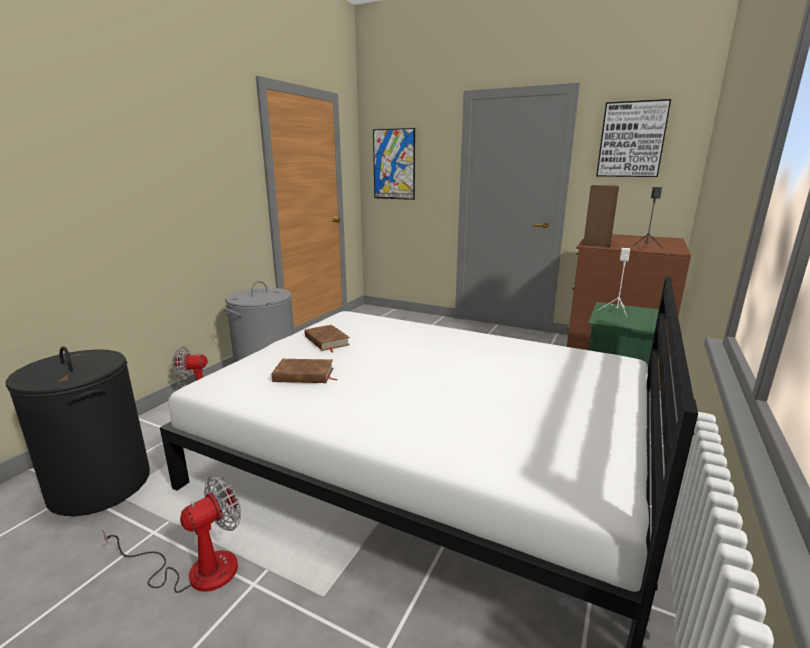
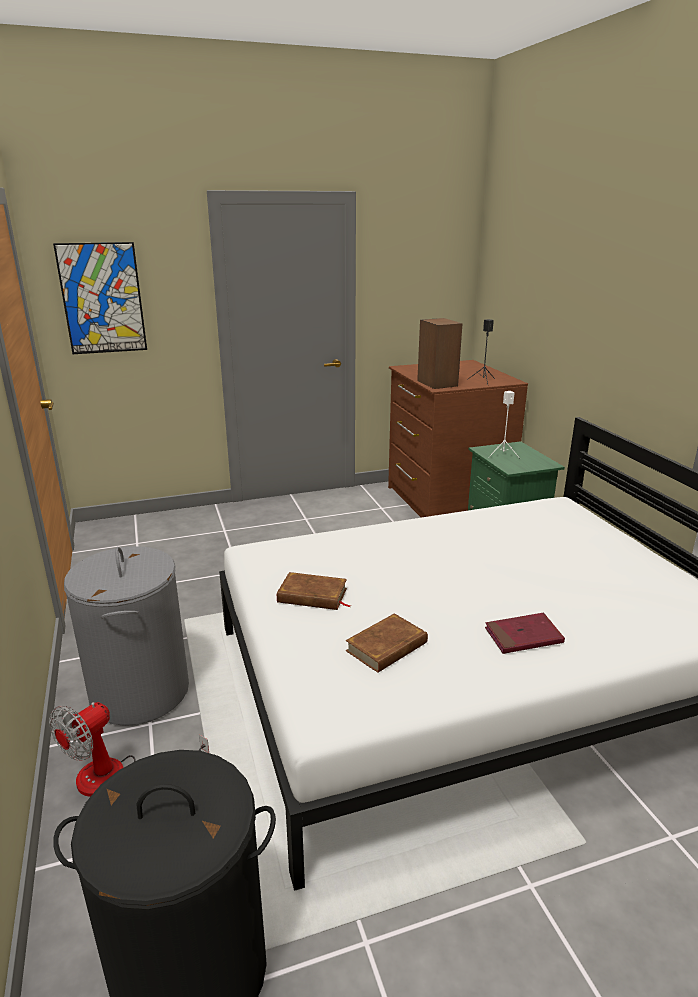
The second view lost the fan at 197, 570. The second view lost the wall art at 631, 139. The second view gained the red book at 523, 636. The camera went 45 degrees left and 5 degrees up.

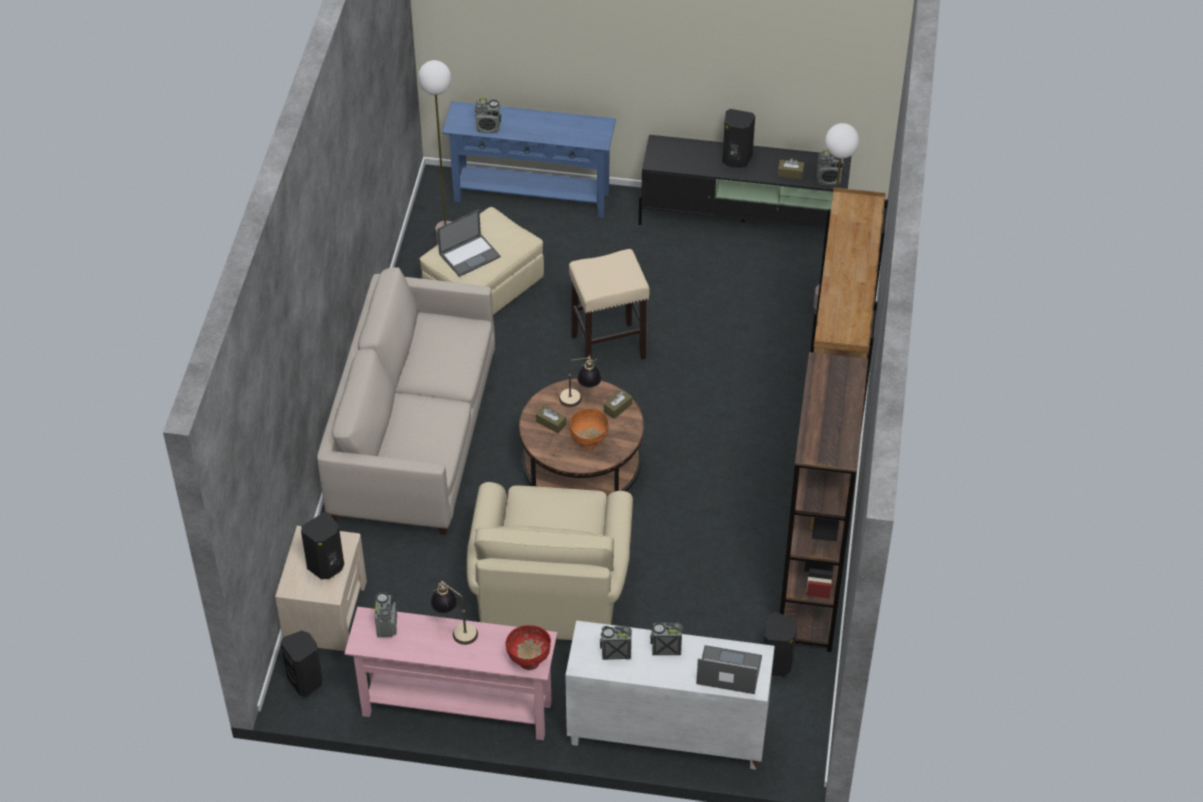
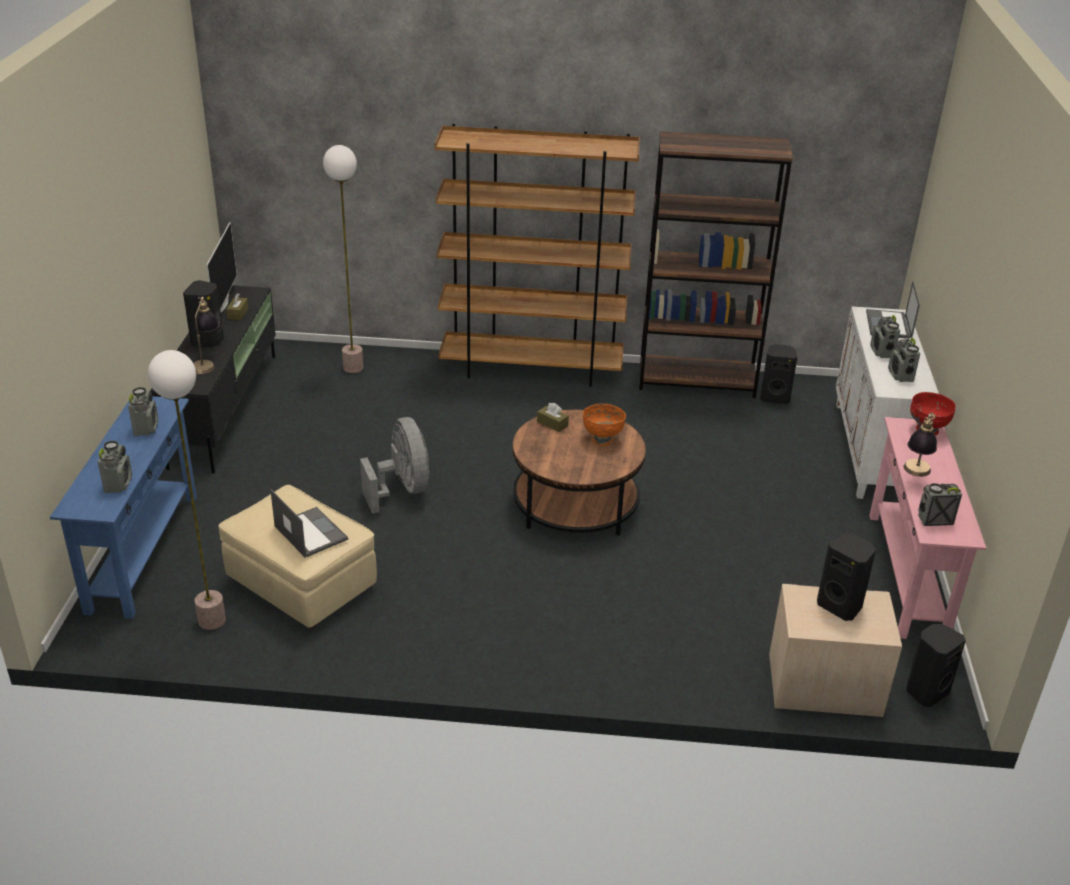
The second view lost the beige-coloured couch at 414, 435. The second view lost the beige-coloured lounge chair at 551, 589. The second view lost the brown-coloured box of tissues at 551, 423. The second view gained the television at 222, 305. The tabletop lamp ended up elsewhere, having gone from 580, 400 to 207, 362. The radio set ended up elsewhere, having gone from 829, 179 to 146, 428. Where the beige-coloured stool stood at 609, 347, the gray fan came to stand at 402, 490. The camera went 95 degrees left and 15 degrees down.

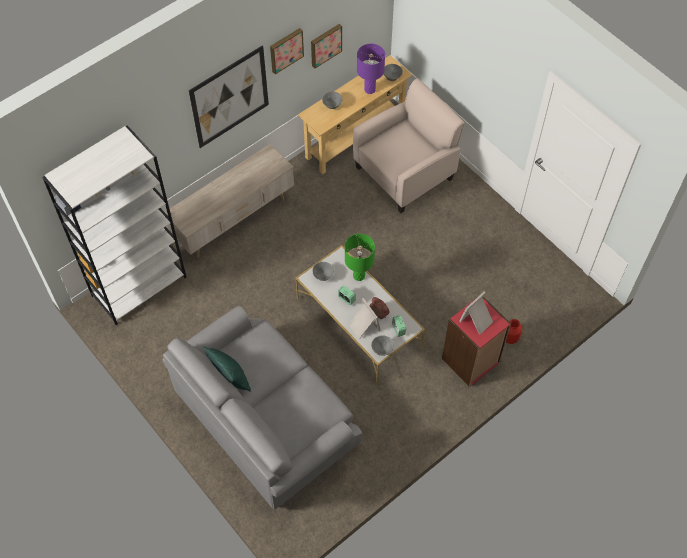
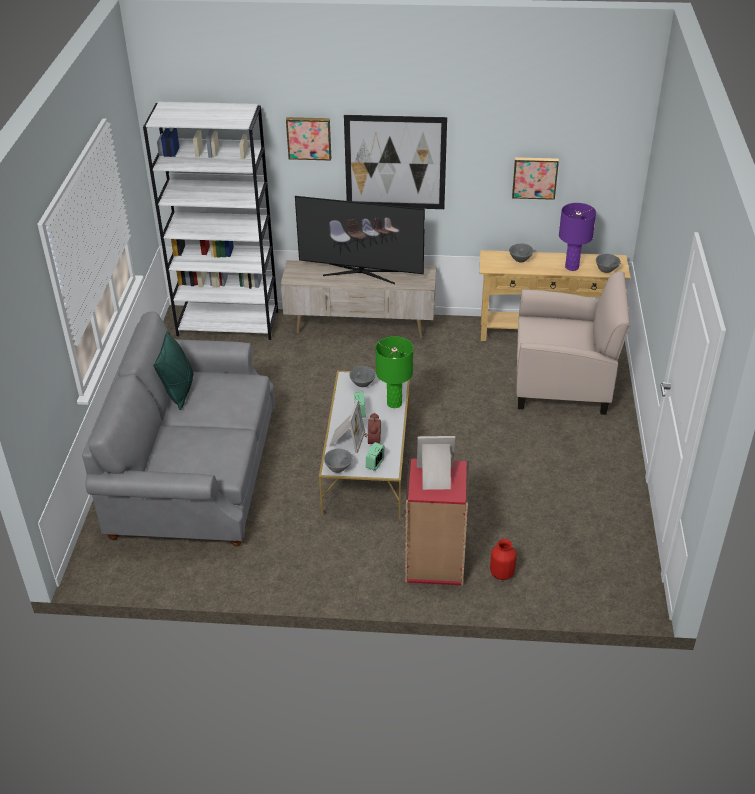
The second view gained the television at 361, 273. The wall art ended up elsewhere, having gone from 285, 50 to 309, 137. The camera went 45 degrees right and 20 degrees down.

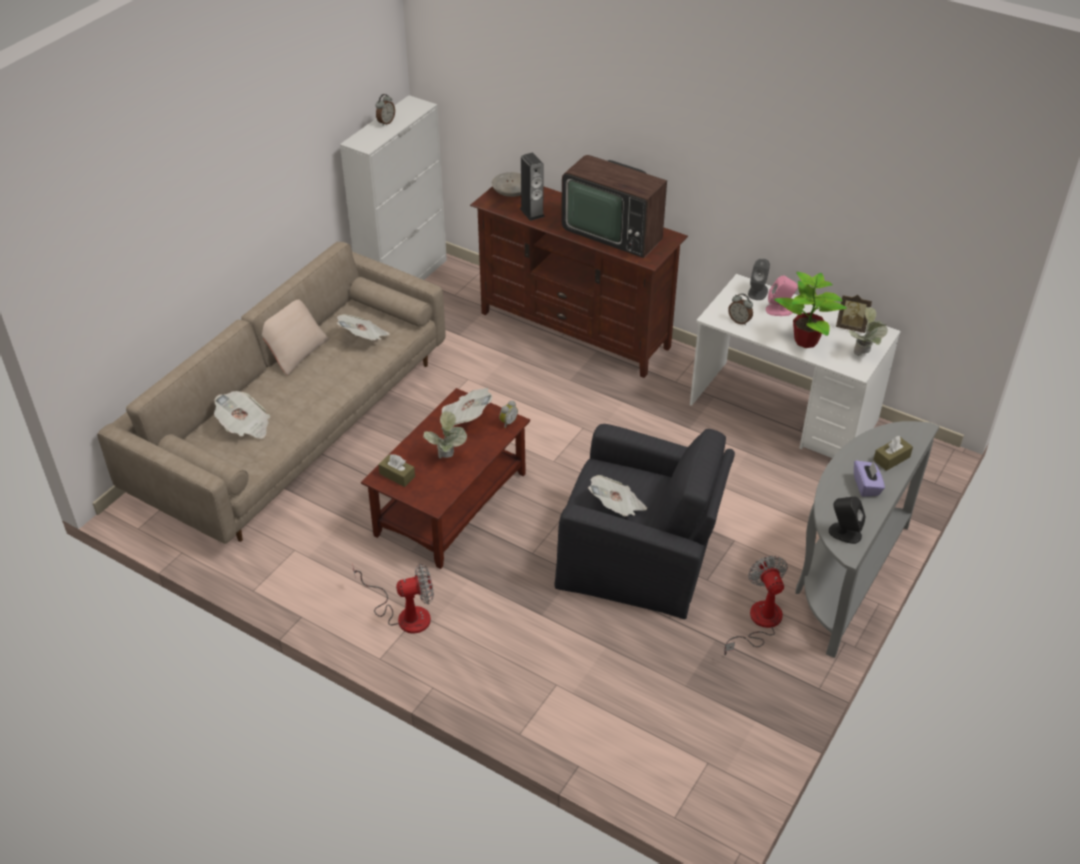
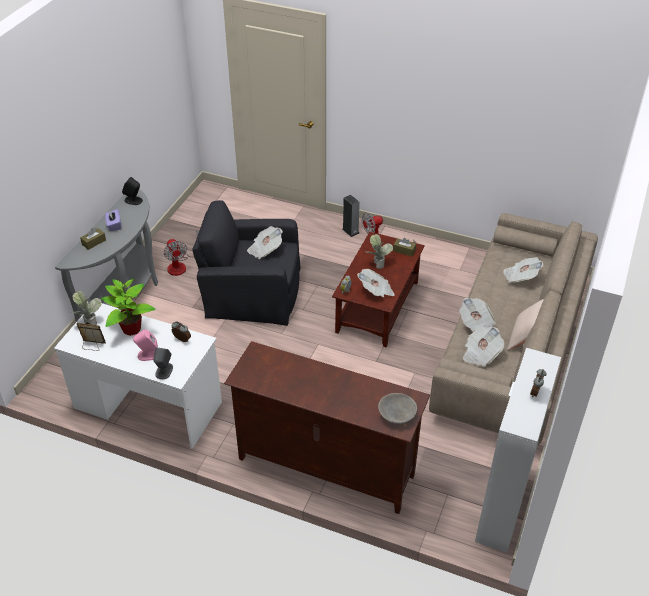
The second view lost the television at 613, 230. The second view gained the daily paper at 476, 324. The audio speaker ended up elsewhere, having gone from 532, 212 to 350, 231. The camera went 170 degrees right and 0 degrees up.

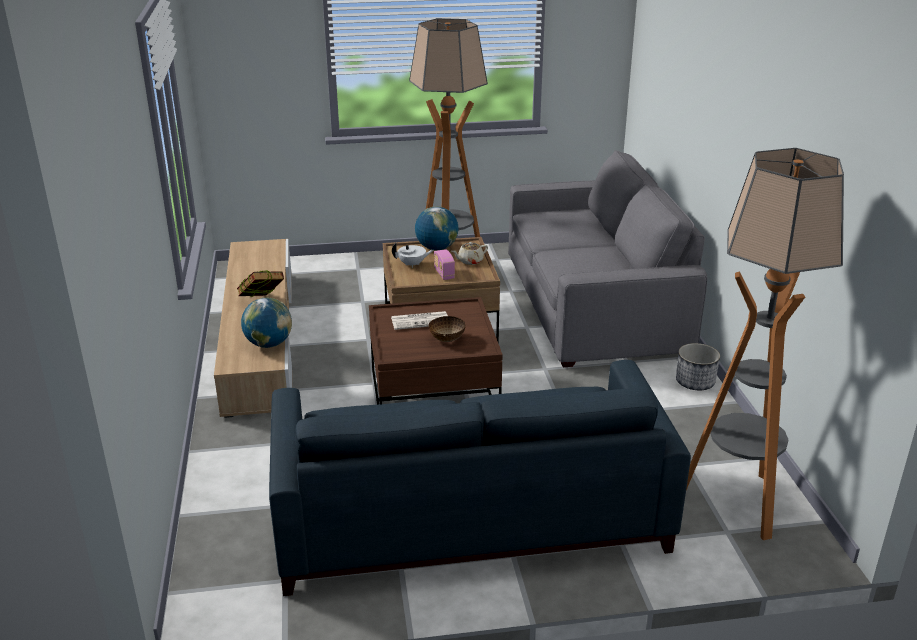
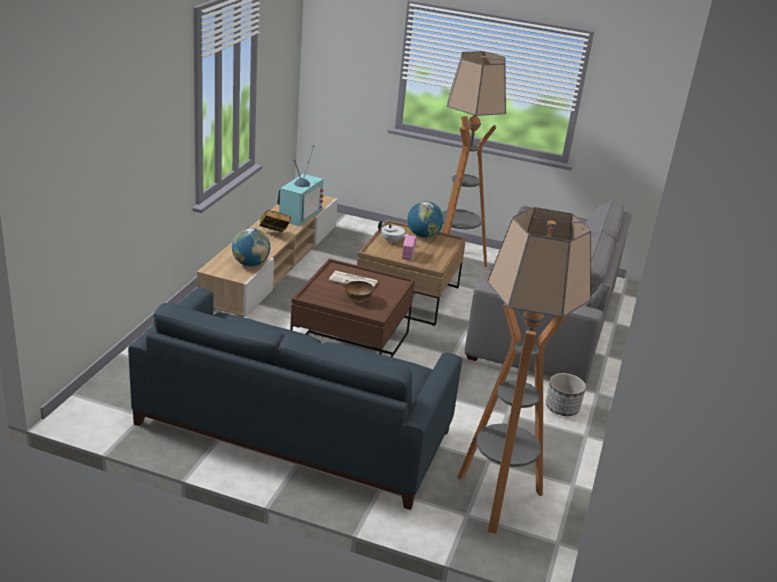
The second view lost the beige-coloured pot for tea at 470, 261. The second view gained the television at 298, 214. The camera went 25 degrees right and 0 degrees up.

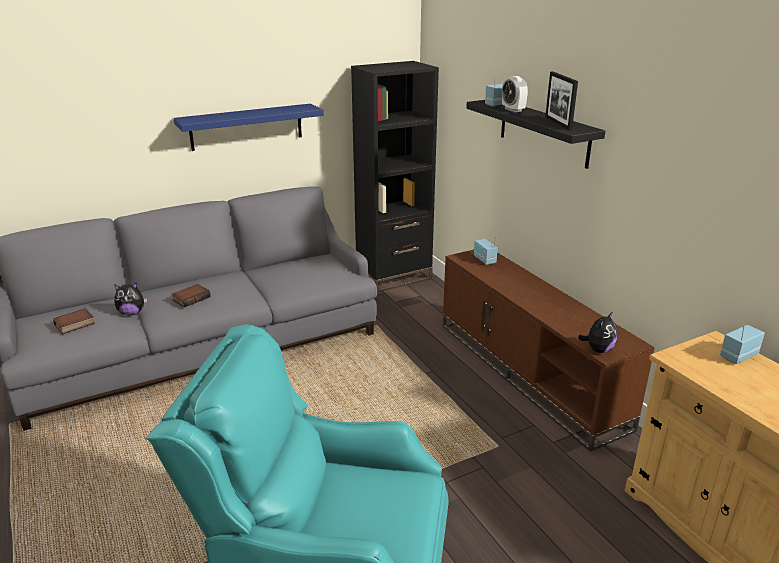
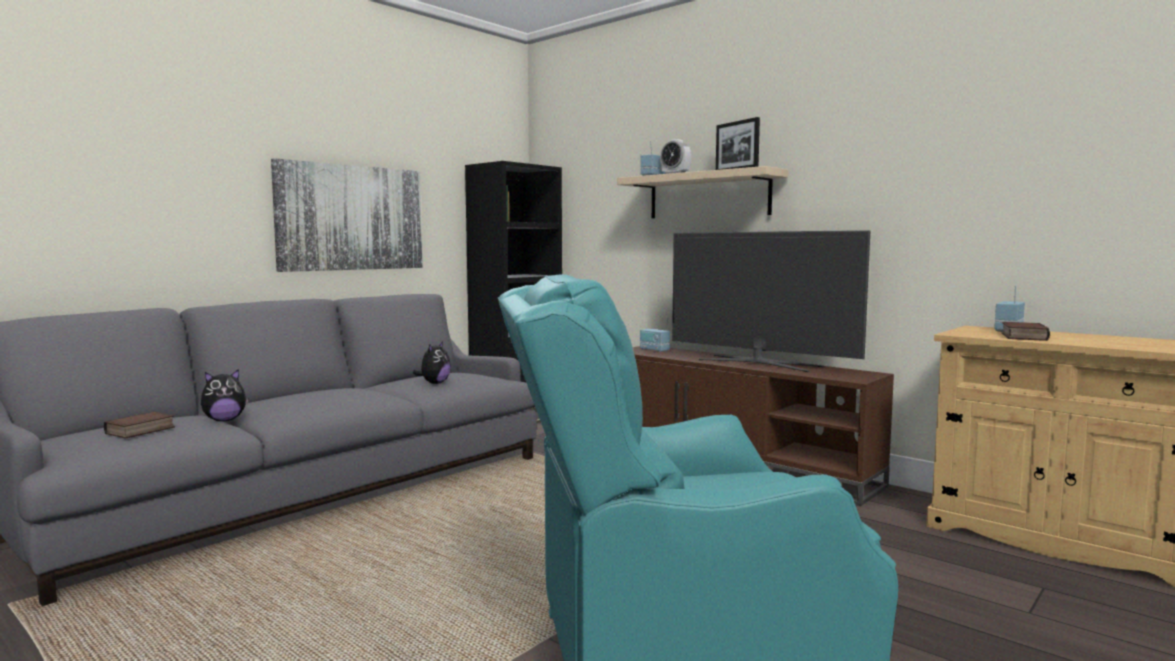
The second view gained the television at 759, 363. The book ended up elsewhere, having gone from 191, 298 to 1022, 336. The plush toy ended up elsewhere, having gone from 598, 350 to 434, 383. Where the blue shelf hung at 246, 127, the wall art came to hang at 351, 218. What was the black shelf at 543, 132 turned into the beige-coloured shelf at 708, 196. The camera went 20 degrees left and 20 degrees down.

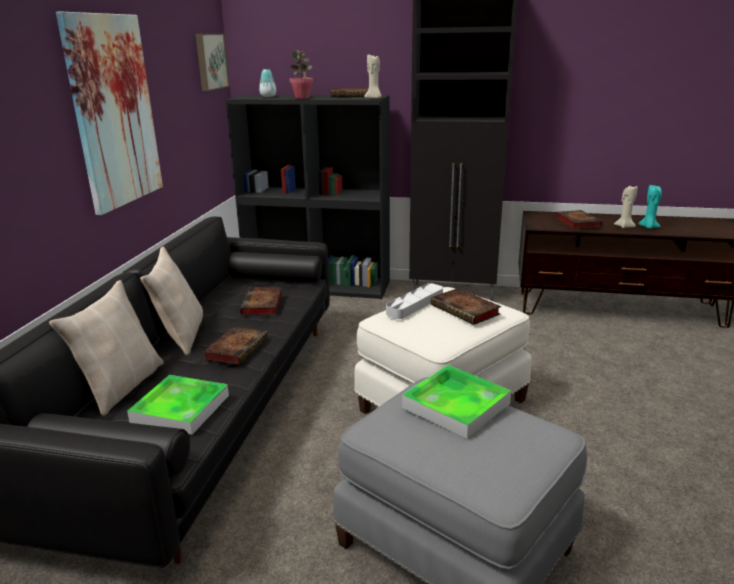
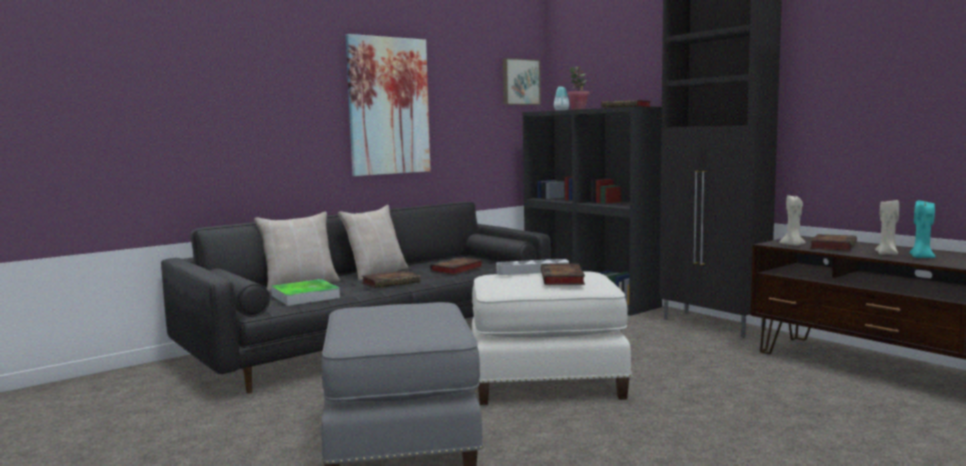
The second view lost the tray at 456, 405. The beige-coloured wax candle ended up elsewhere, having gone from 374, 98 to 793, 245. The camera went 40 degrees right and 15 degrees down.

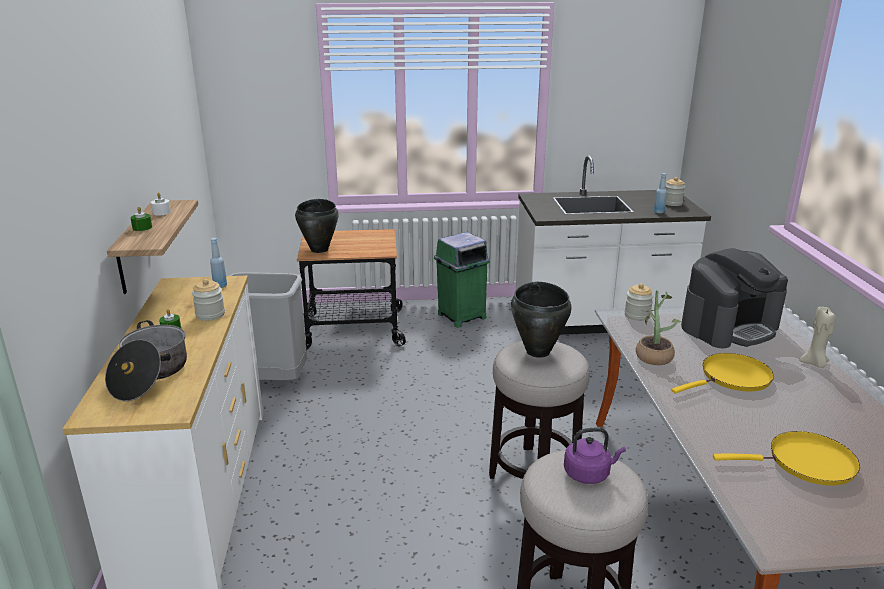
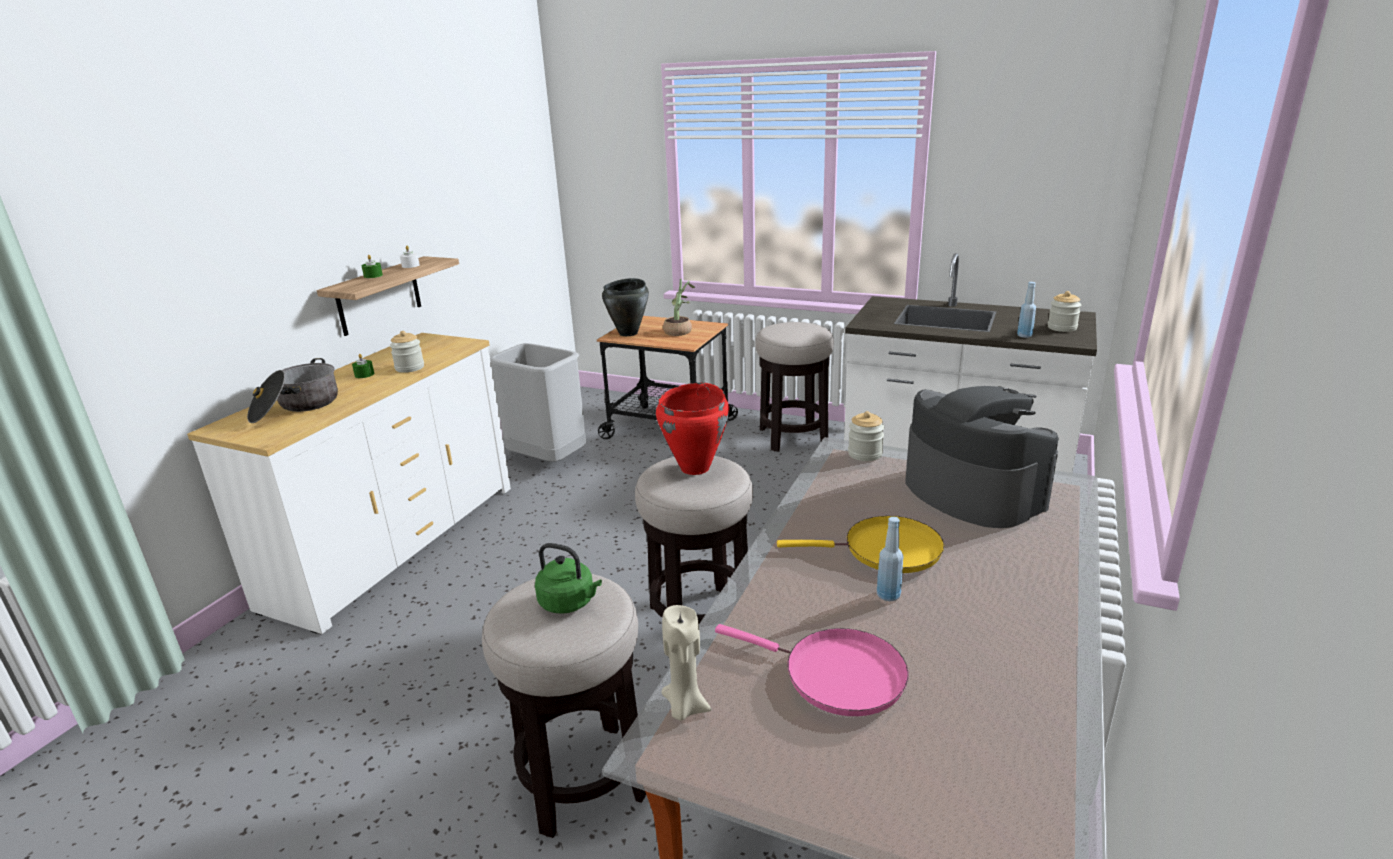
The blue bottle ended up elsewhere, having gone from 220, 286 to 888, 595. The plant in a pot ended up elsewhere, having gone from 653, 355 to 679, 331. The beige-coloured wax candle ended up elsewhere, having gone from 814, 363 to 684, 707. Where the green trash can stood at 461, 316, the stool came to stand at 793, 437. What was the black stockpot at 538, 351 turned into the red stockpot at 696, 468. What was the purple water kettle at 589, 474 turned into the green water kettle at 569, 603. What was the yellow-coloured pan at 805, 463 turned into the pink pan at 836, 675. The coffee machine at 729, 327 ended up facing another way, 120 degrees counterclockwise from before. The camera went 30 degrees right and 0 degrees up.

